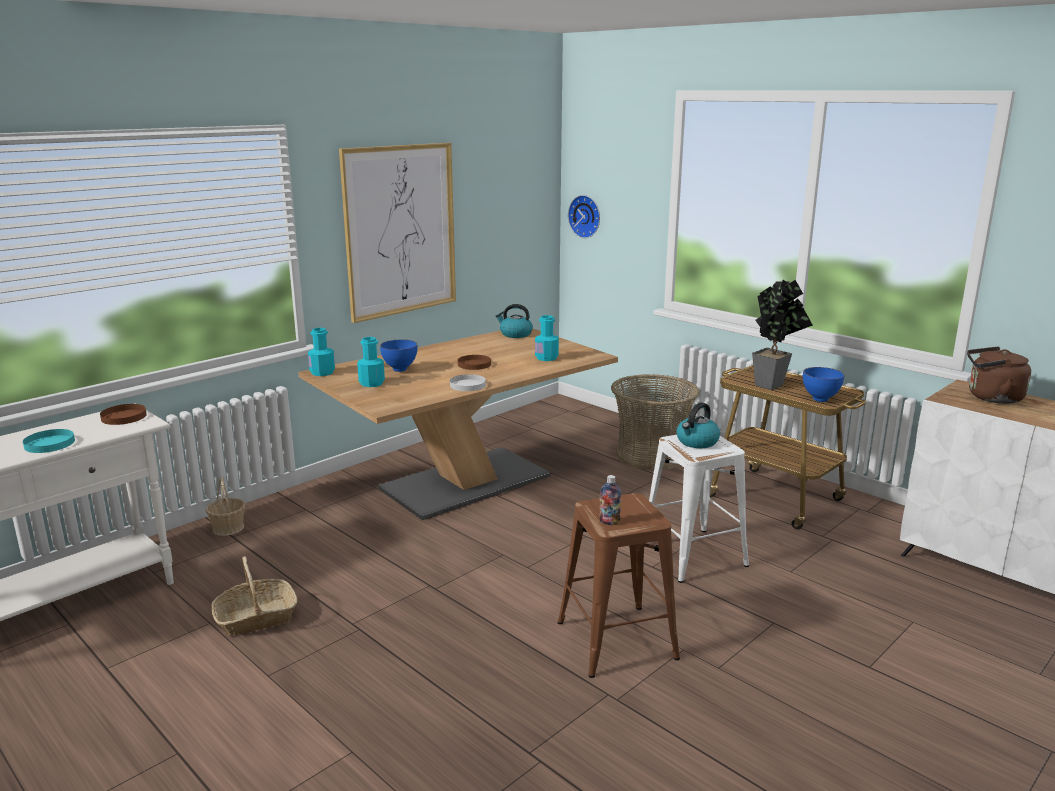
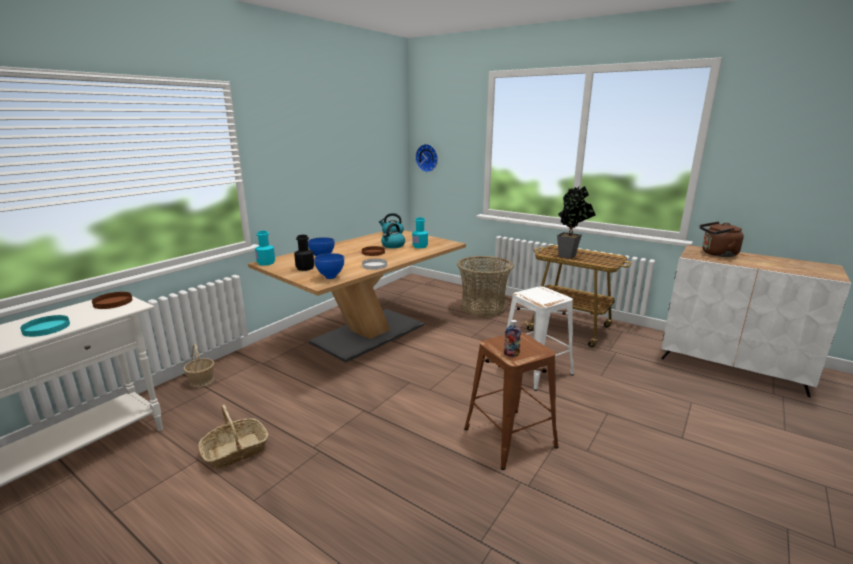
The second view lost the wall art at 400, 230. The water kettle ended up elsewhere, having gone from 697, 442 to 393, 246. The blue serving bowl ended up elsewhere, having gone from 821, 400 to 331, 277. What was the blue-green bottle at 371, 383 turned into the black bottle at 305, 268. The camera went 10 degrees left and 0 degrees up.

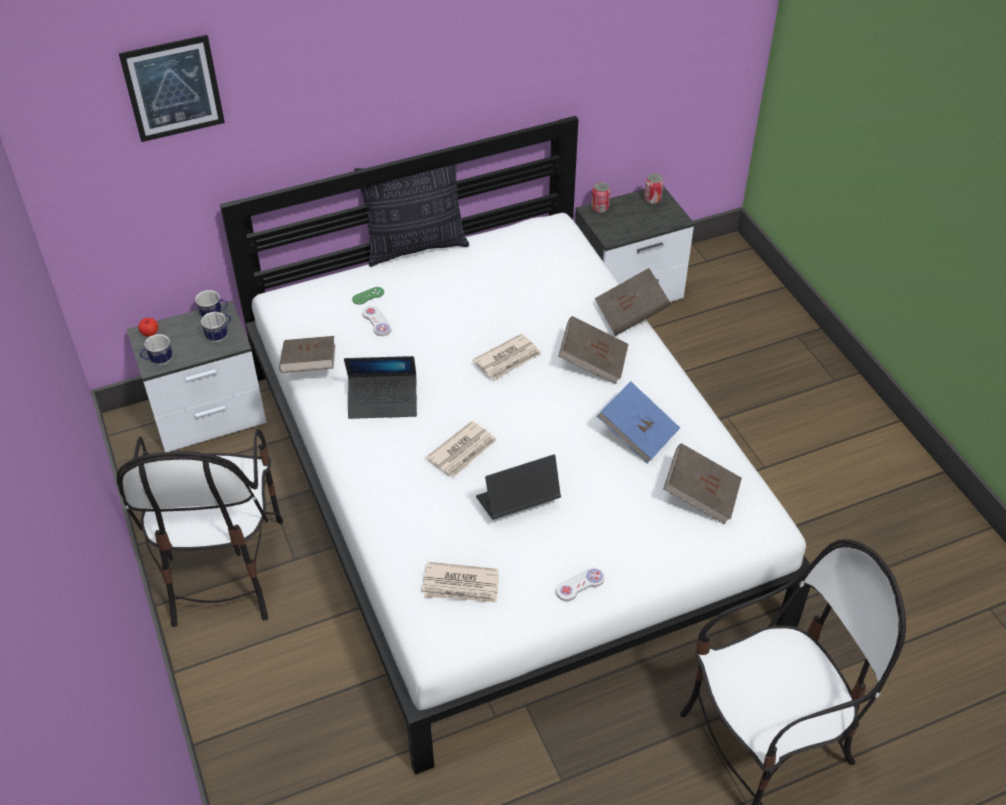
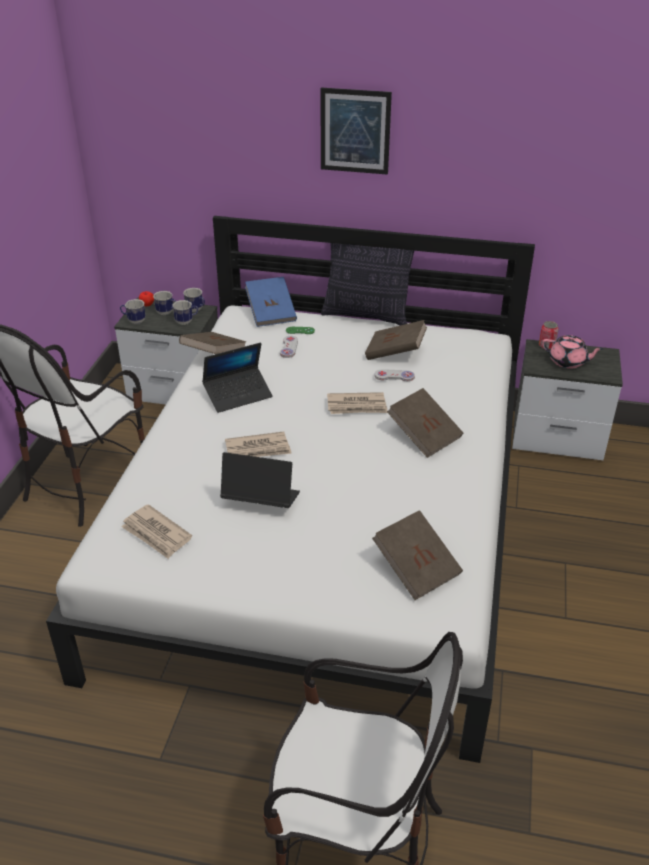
The second view lost the sealed can at 652, 199. The second view gained the coffee mug at 167, 313. The second view gained the pink pot for tea at 568, 362. The wall art ended up elsewhere, having gone from 173, 88 to 355, 131. The white-coloured game controller ended up elsewhere, having gone from 580, 585 to 394, 376. The brown-coloured book ended up elsewhere, having gone from 631, 314 to 395, 353. The blue book ended up elsewhere, having gone from 637, 434 to 271, 313. The portable computer at 383, 401 ended up facing another way, 60 degrees counterclockwise from before. The camera went 35 degrees right and 10 degrees down.

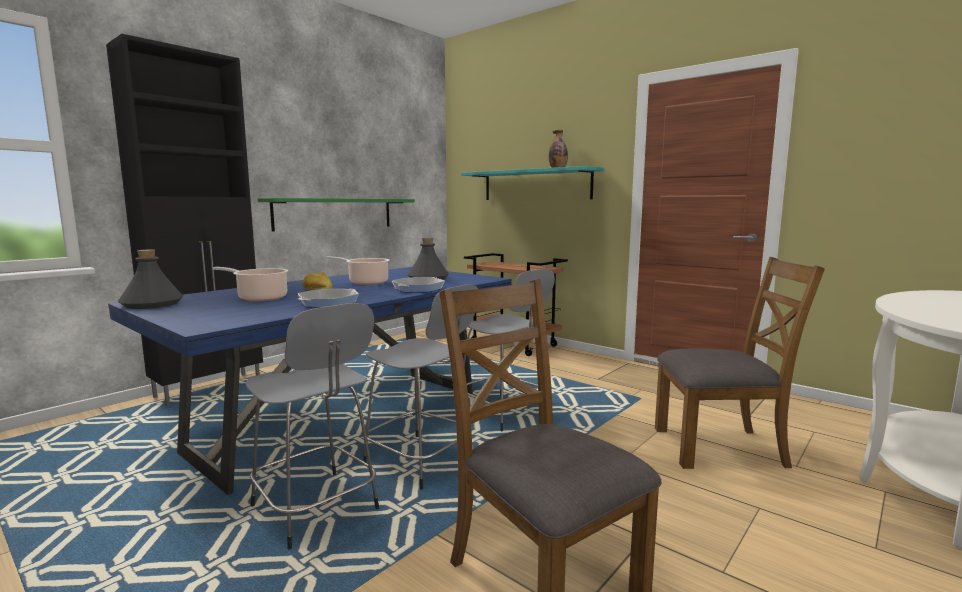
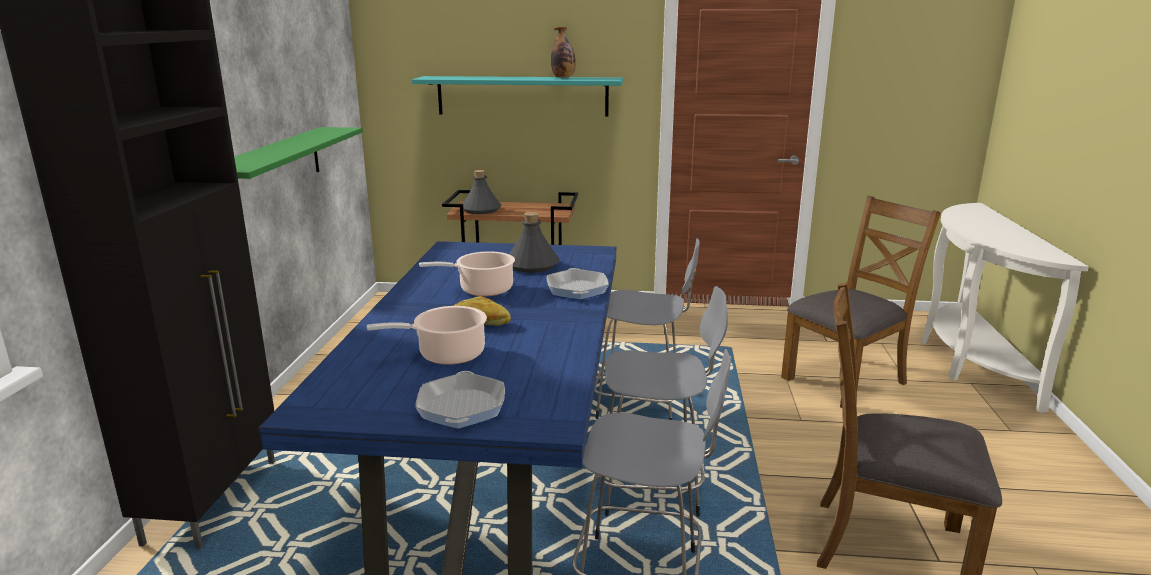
The gray bottle ended up elsewhere, having gone from 151, 304 to 481, 210. The pan ended up elsewhere, having gone from 328, 303 to 462, 407. The camera went 35 degrees left and 10 degrees up.

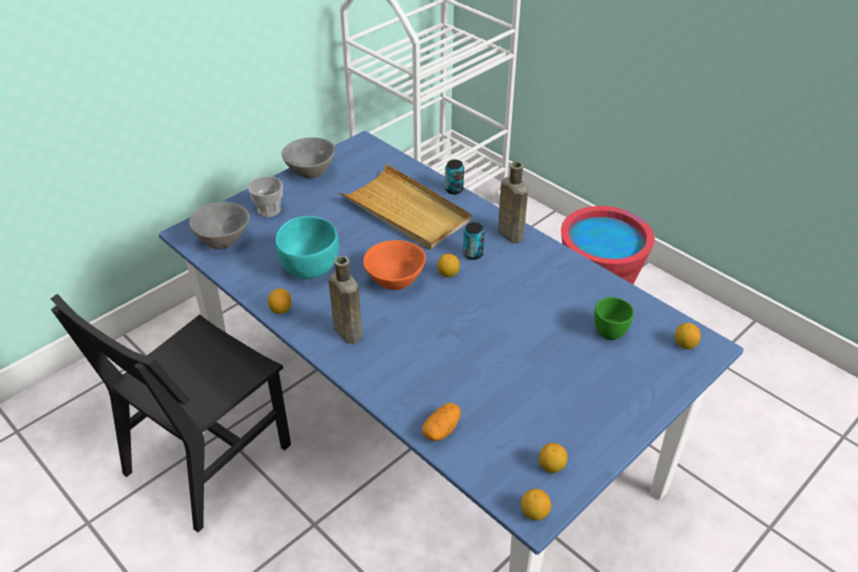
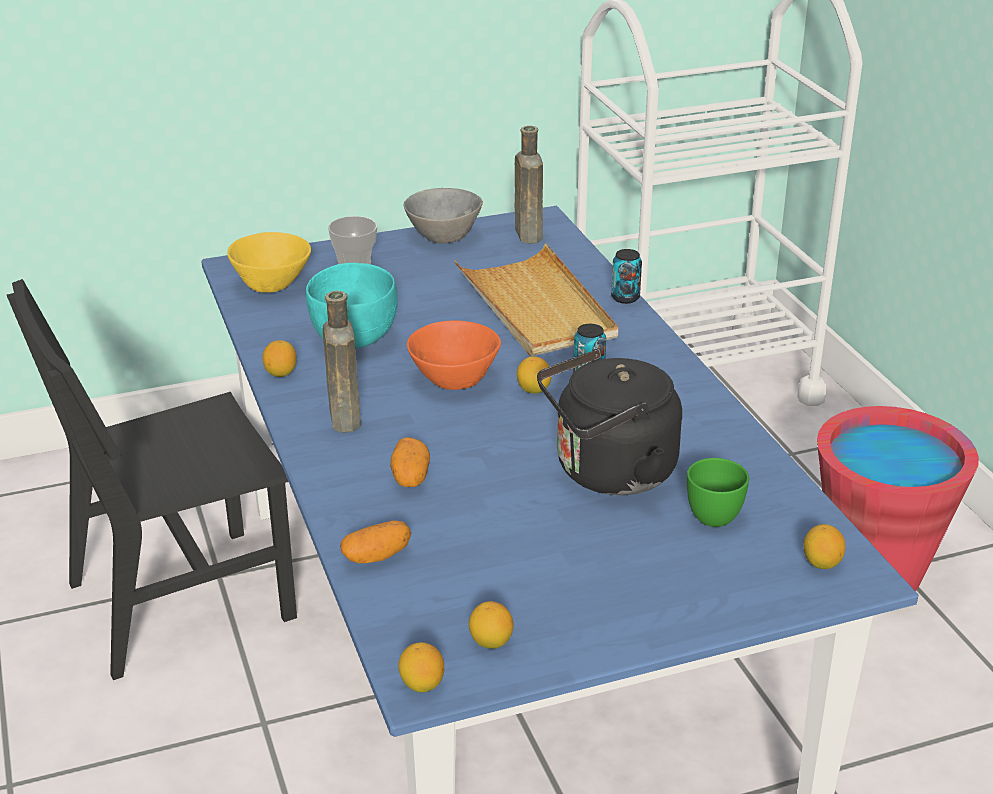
The second view gained the whole potato at 410, 476. The second view gained the black water kettle at 608, 473. The brown-coloured bottle ended up elsewhere, having gone from 509, 233 to 527, 233. What was the gray serving bowl at 225, 240 turned into the yellow-coloured serving bowl at 273, 285. The camera went 25 degrees right and 10 degrees down.

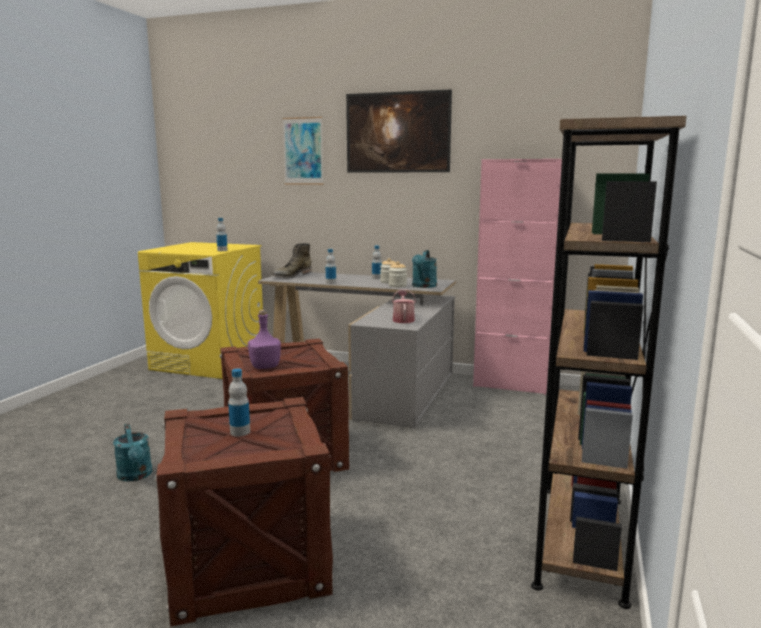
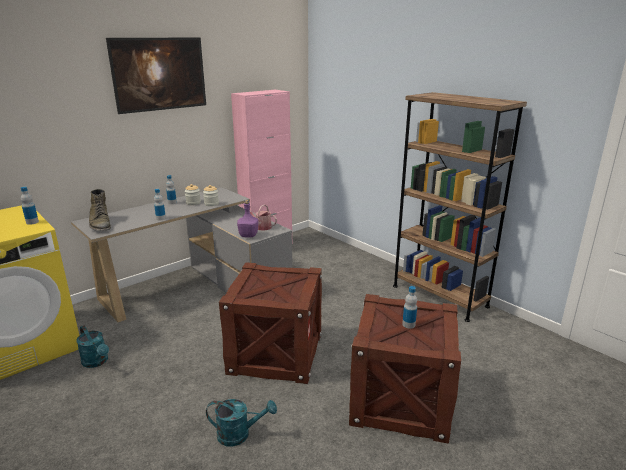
The second view lost the wall art at 303, 151. The purple bottle ended up elsewhere, having gone from 264, 366 to 248, 235. The blue-green sprinkling can ended up elsewhere, having gone from 423, 286 to 97, 362. The camera went 60 degrees left and 10 degrees up.

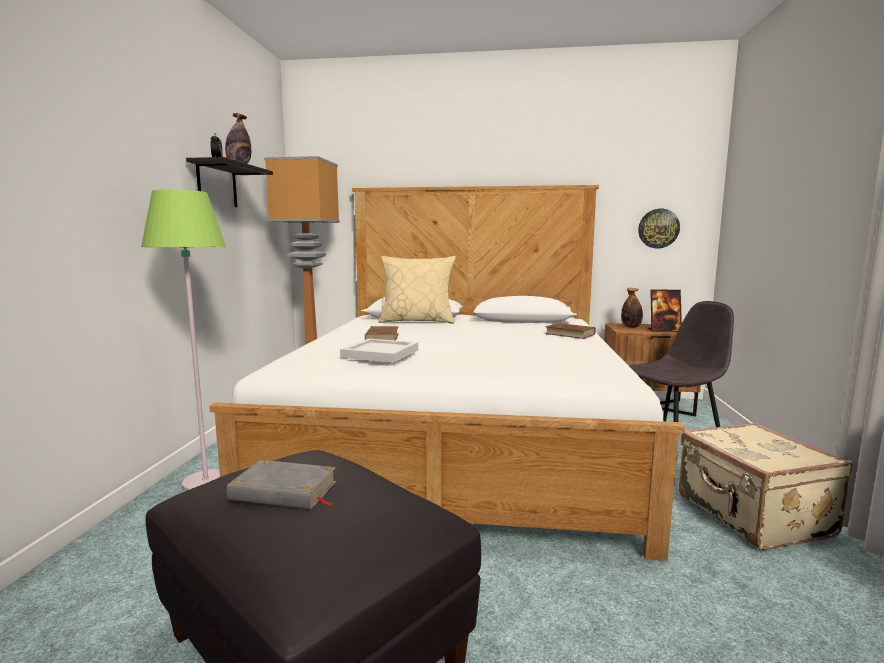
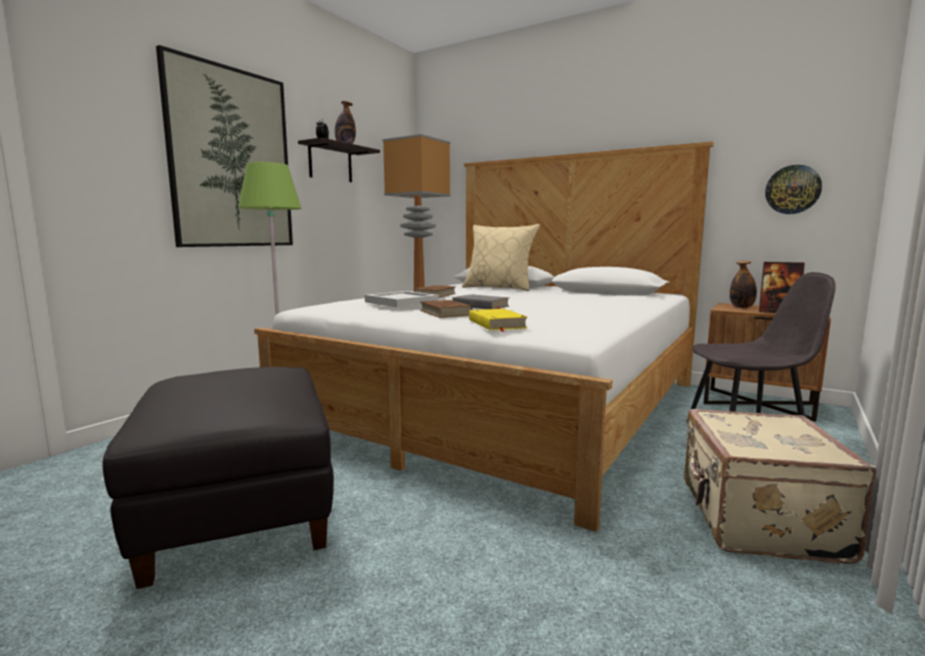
The second view gained the wall art at 231, 159. The second view gained the yellow-coloured book at 496, 324. The gray book ended up elsewhere, having gone from 284, 491 to 480, 306. The brown-coloured book ended up elsewhere, having gone from 569, 334 to 445, 313. The camera went 25 degrees right and 0 degrees up.

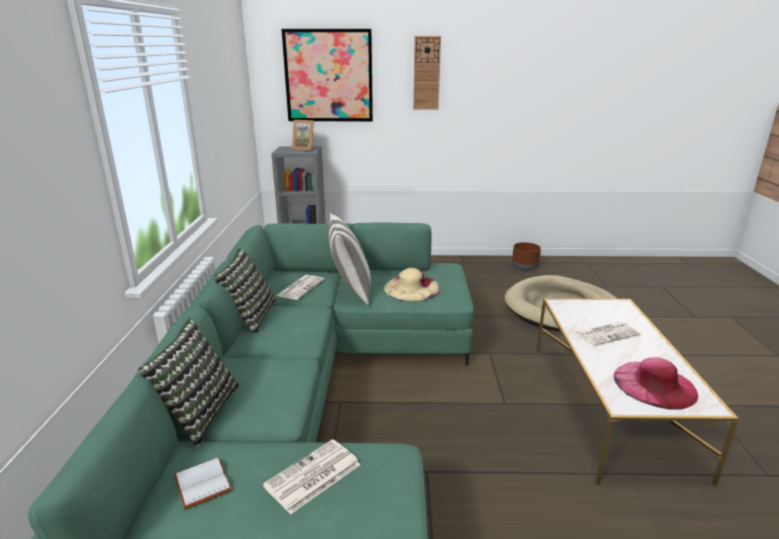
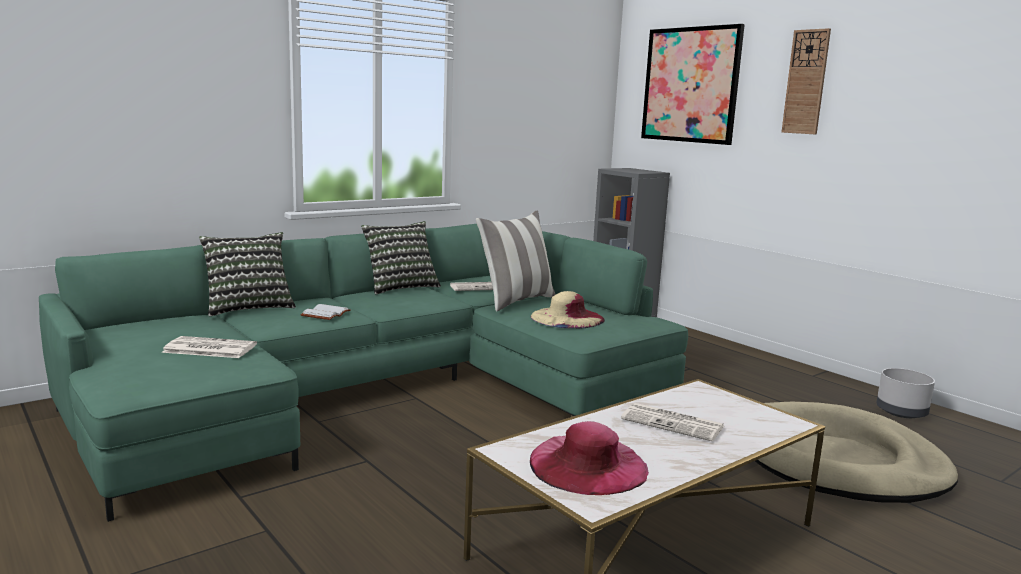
The second view lost the standing frame at 304, 148. The white-coloured book ended up elsewhere, having gone from 201, 483 to 325, 314. What was the brown-coloured planter at 525, 267 turned into the gray planter at 902, 412. The camera went 50 degrees right and 10 degrees down.

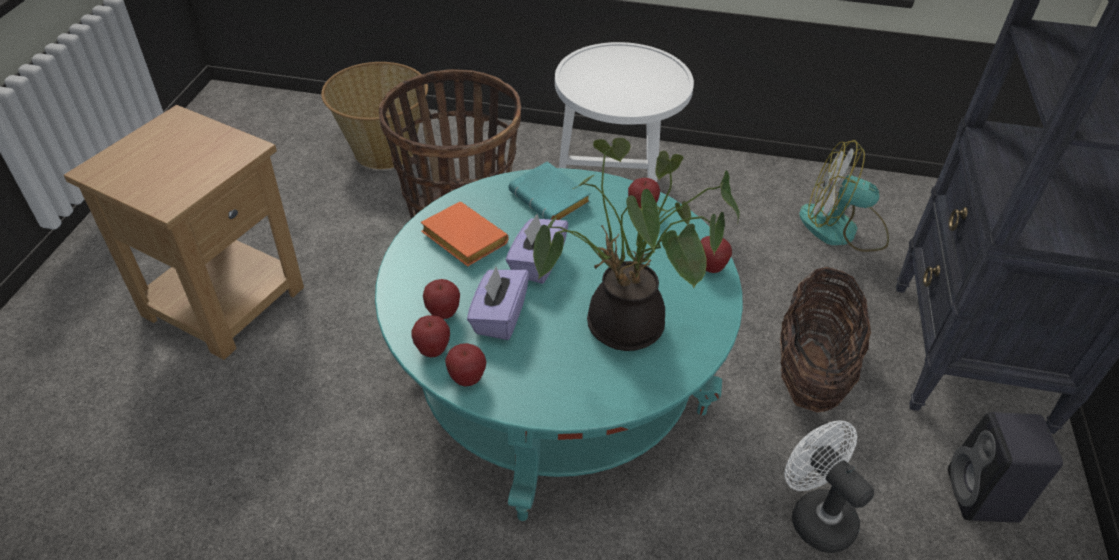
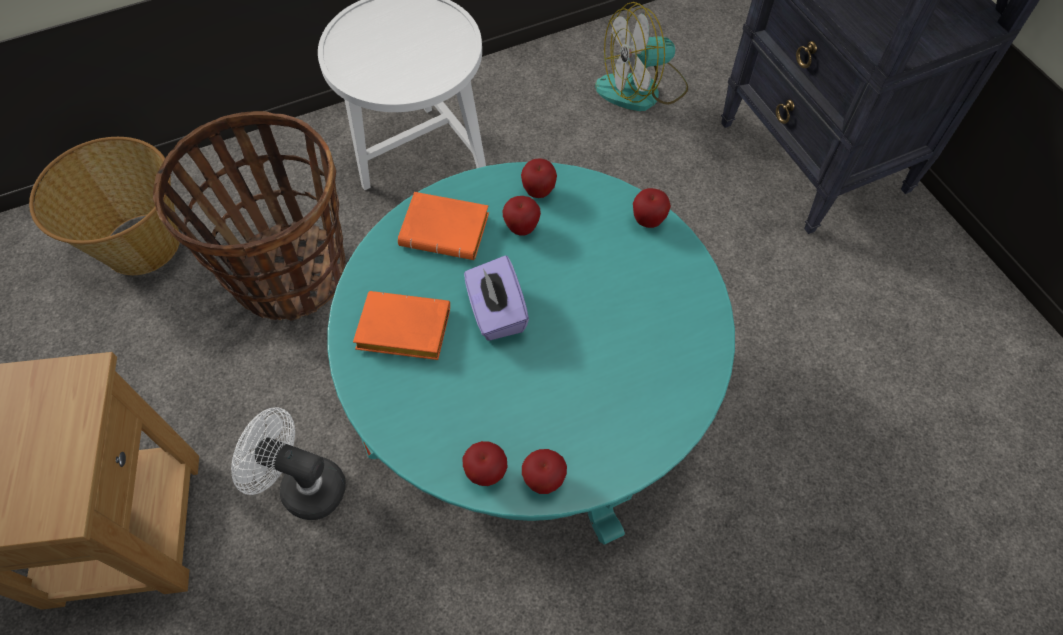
The second view lost the purple box of tissues at 499, 317. The second view lost the plant in a pot at 621, 330. The second view lost the storage basket at 811, 371. The second view lost the black audio speaker at 983, 498. The whole apple ended up elsewhere, having gone from 443, 313 to 521, 228. The white-coloured fan ended up elsewhere, having gone from 814, 515 to 303, 486. What was the blue-green book at 552, 199 turned into the orange-coloured book at 448, 230. The camera went 35 degrees left and 15 degrees up.

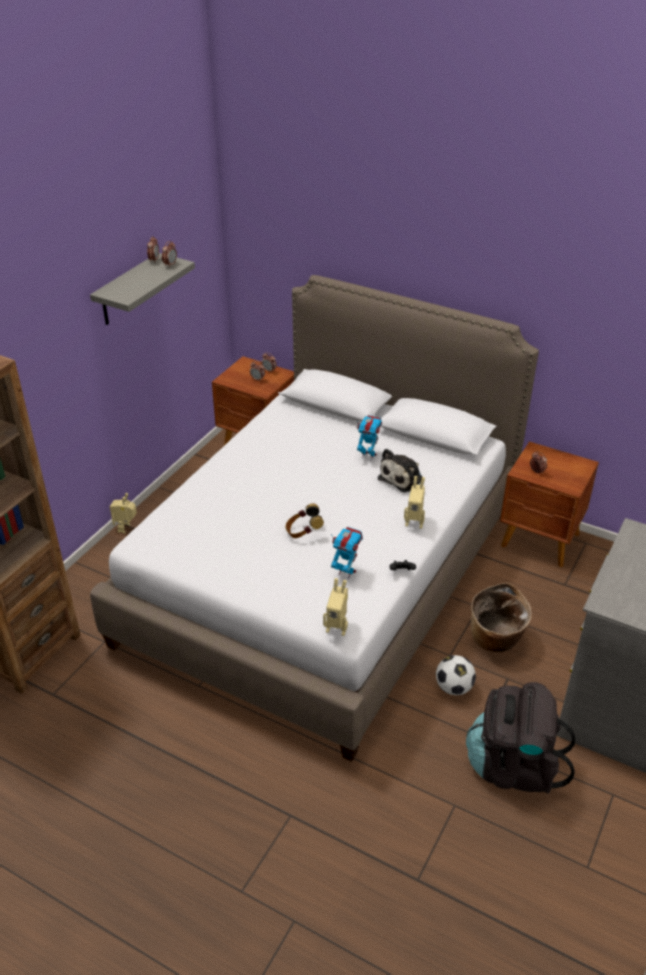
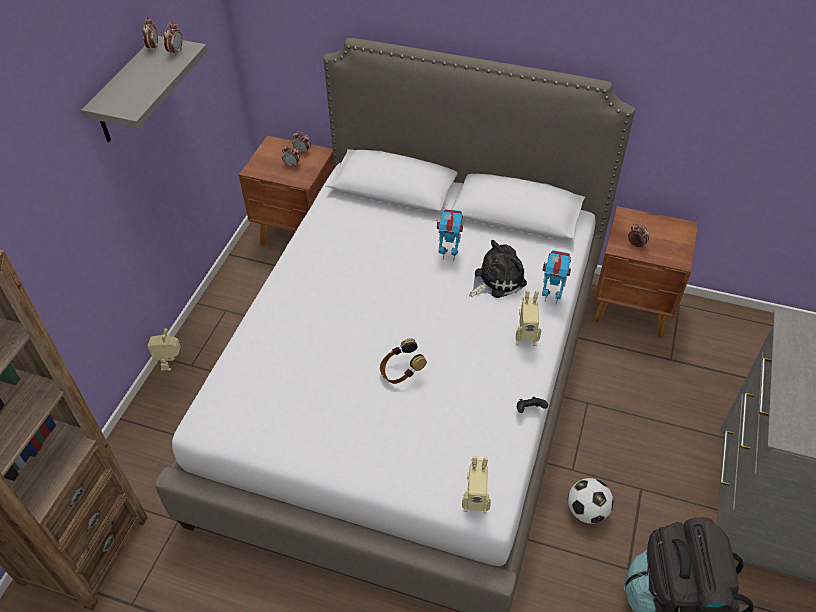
The second view lost the storage basket at 496, 640. The model robot ended up elsewhere, having gone from 346, 572 to 551, 297. The plush toy at 403, 478 ended up facing another way, 150 degrees counterclockwise from before. The camera went 10 degrees left and 10 degrees up.

